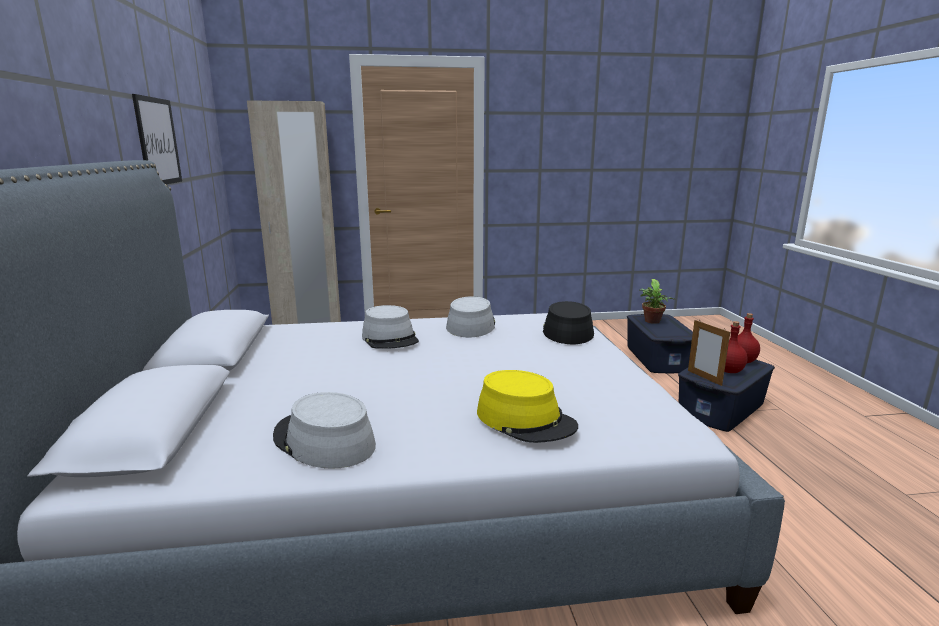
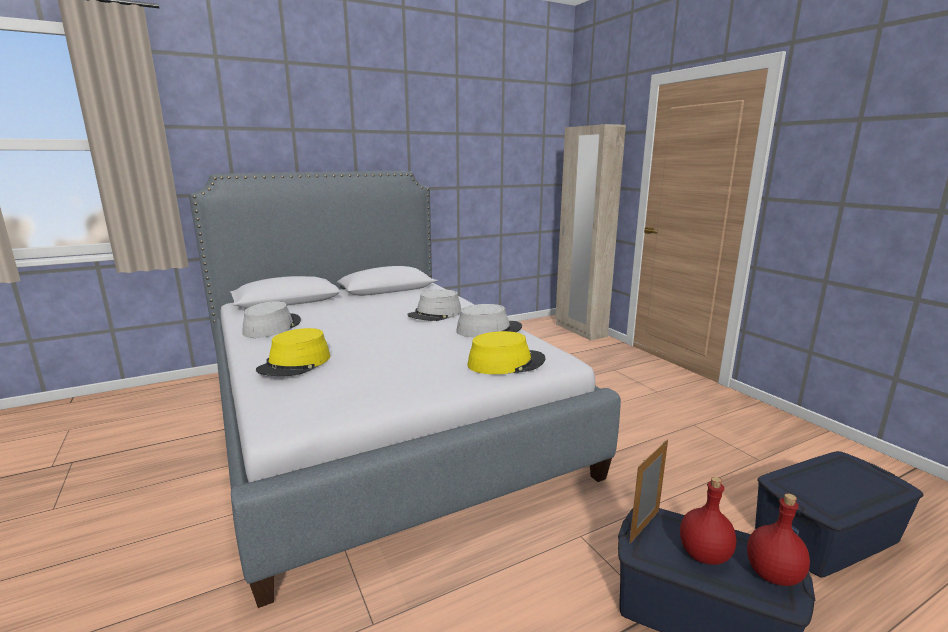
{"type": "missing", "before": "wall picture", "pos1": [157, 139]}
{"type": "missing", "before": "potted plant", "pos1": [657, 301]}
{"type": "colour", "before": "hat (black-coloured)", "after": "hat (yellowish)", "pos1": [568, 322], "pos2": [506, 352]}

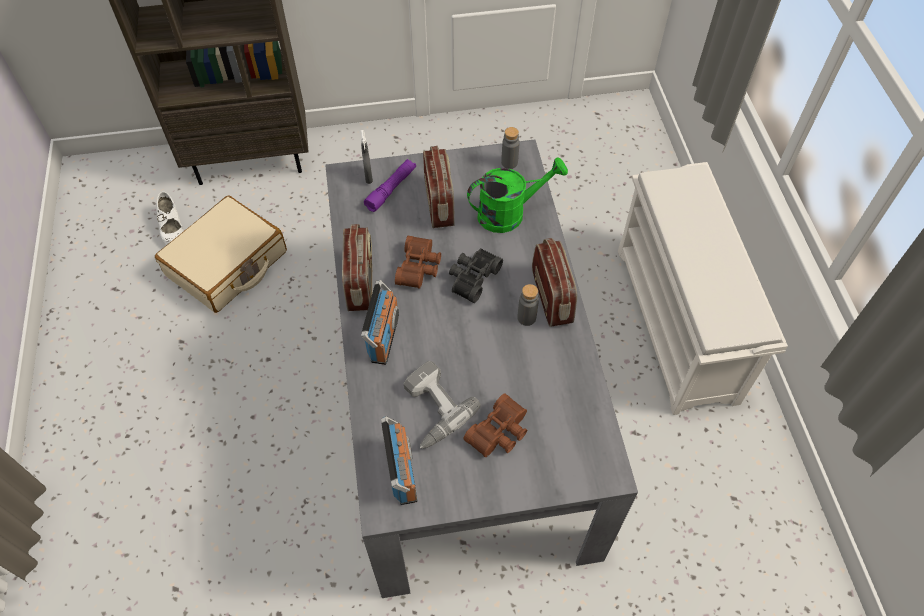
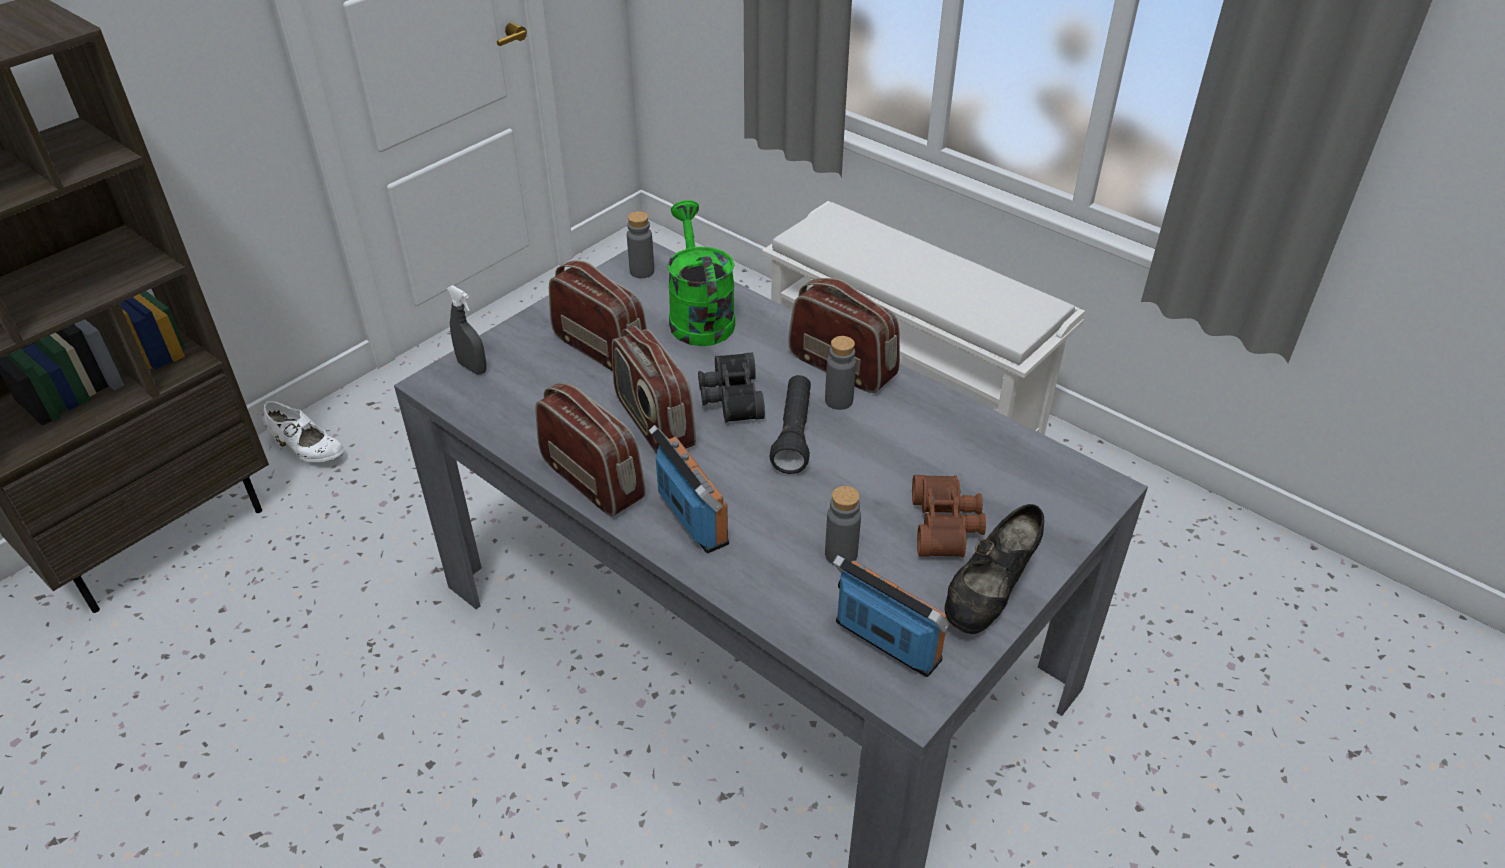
{"type": "spun", "before": "watering pot (greenish)", "pos1": [517, 195], "pos2": [701, 273], "turn": -45}
{"type": "missing", "before": "flashlight (purple)", "pos1": [390, 185]}
{"type": "relocated", "before": "low shoe (white)", "pos1": [170, 218], "pos2": [303, 431]}
{"type": "missing", "before": "travel case (beige-coloured)", "pos1": [221, 254]}
{"type": "exchanged", "before": "field glasses (brown)", "after": "radio receiver", "pos1": [418, 262], "pos2": [654, 390]}
{"type": "exchanged", "before": "electric drill", "after": "drink bottle (greyish)", "pos1": [442, 405], "pos2": [843, 525]}
{"type": "appeared", "after": "flashlight (black-coloured)", "pos2": [790, 424]}
{"type": "appeared", "after": "low shoe (black-coloured)", "pos2": [994, 569]}

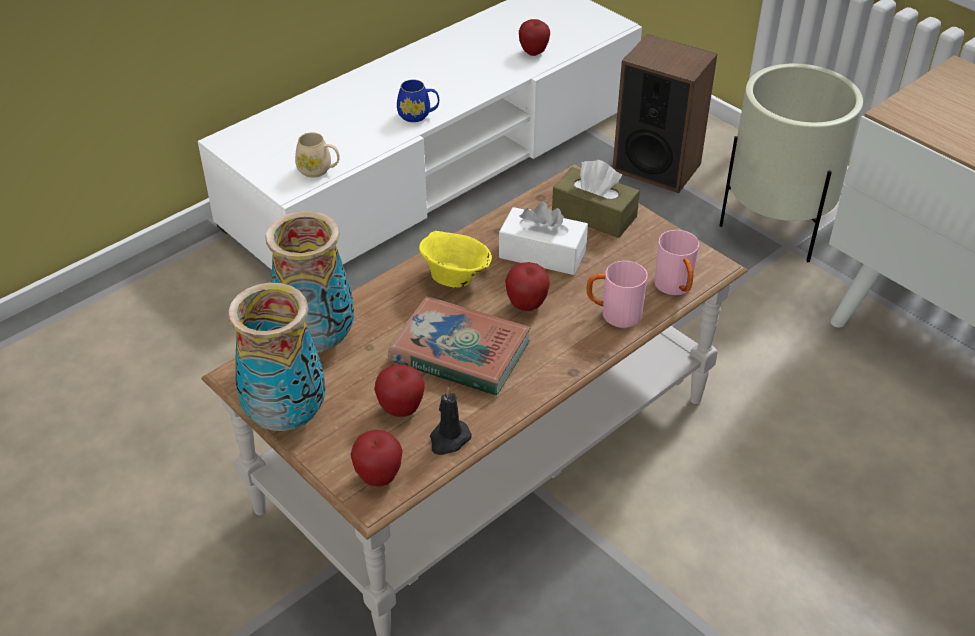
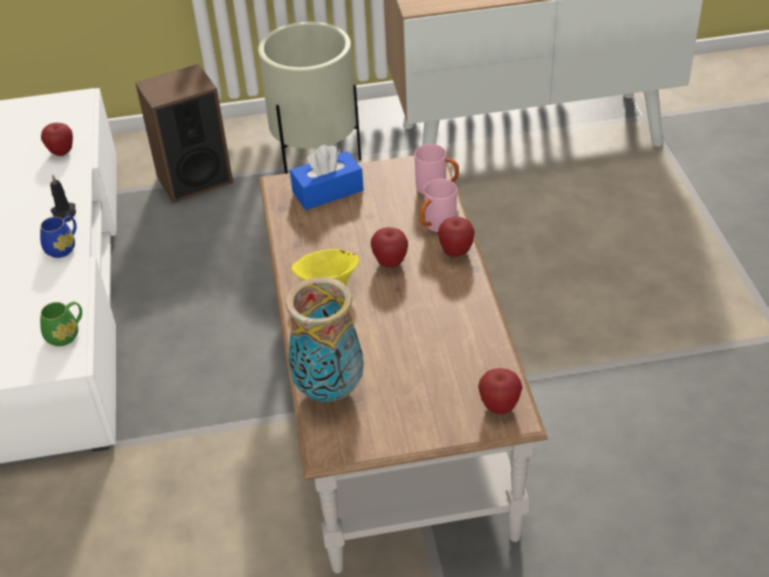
{"type": "colour", "before": "tea mug (beige-coloured)", "after": "tea mug (greenish)", "pos1": [317, 155], "pos2": [61, 324]}
{"type": "colour", "before": "tissue holder (brown)", "after": "tissue holder (bluish)", "pos1": [596, 199], "pos2": [327, 177]}
{"type": "missing", "before": "tissue holder (white)", "pos1": [543, 238]}
{"type": "missing", "before": "decorative vase", "pos1": [277, 357]}
{"type": "missing", "before": "bound book", "pos1": [459, 346]}
{"type": "relocated", "before": "apple", "pos1": [399, 390], "pos2": [456, 237]}
{"type": "relocated", "before": "candle (black-coloured)", "pos1": [451, 420], "pos2": [63, 198]}

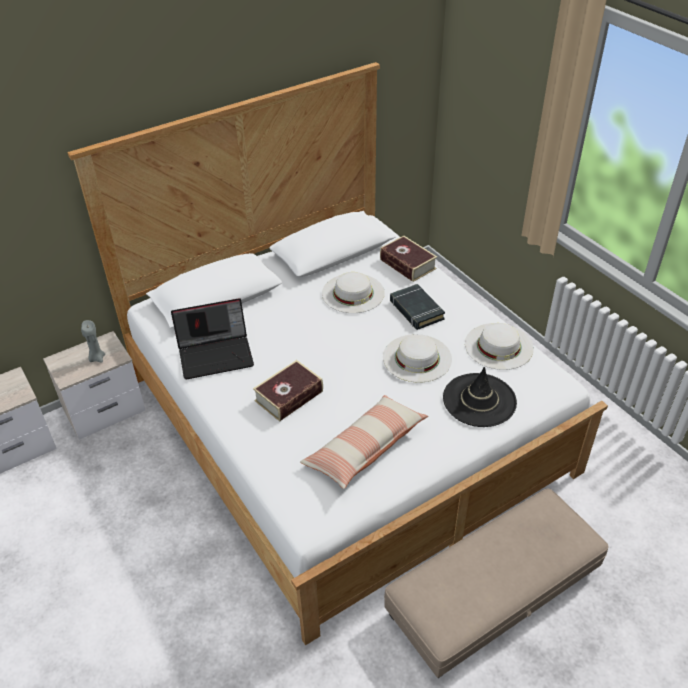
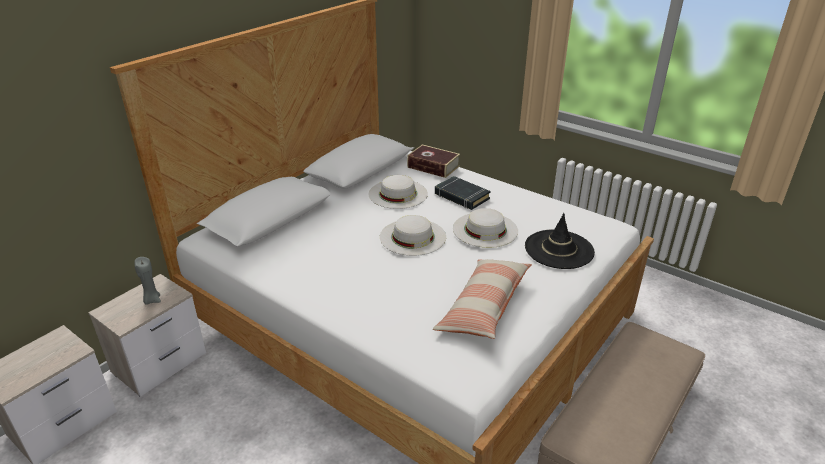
{"type": "missing", "before": "notebook computer", "pos1": [212, 338]}
{"type": "relocated", "before": "hat (white)", "pos1": [499, 346], "pos2": [413, 235]}
{"type": "missing", "before": "bound book", "pos1": [288, 391]}

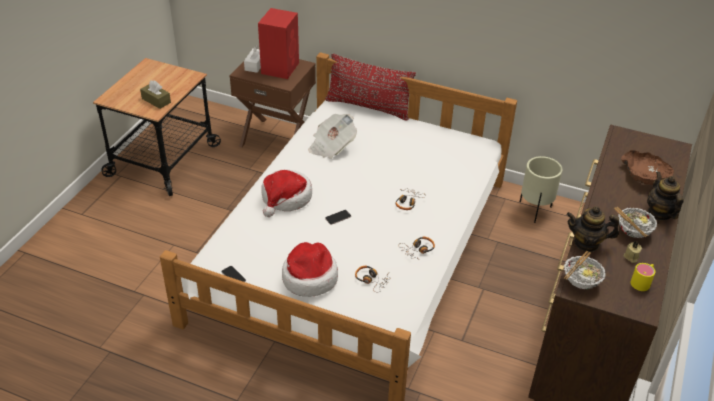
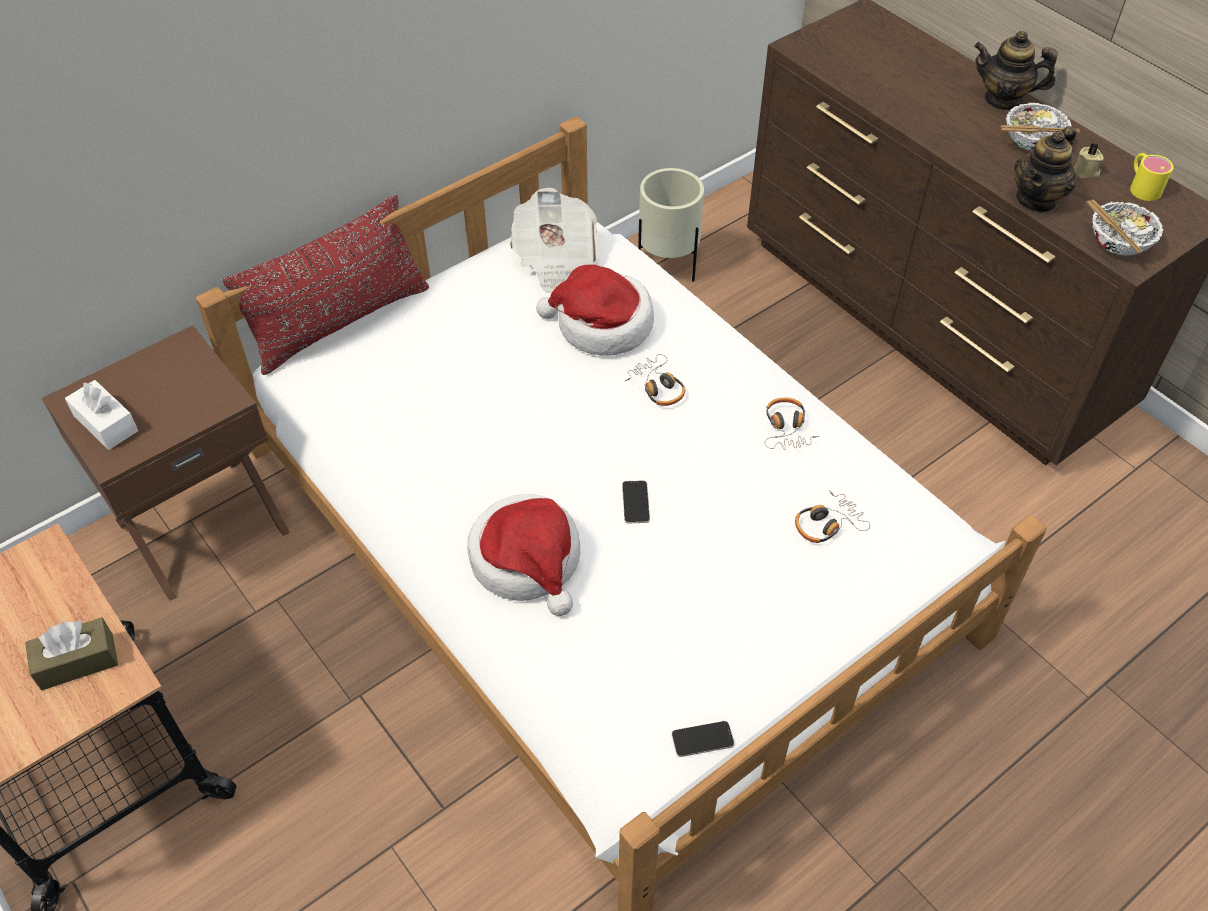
{"type": "missing", "before": "audio speaker (red)", "pos1": [278, 43]}
{"type": "relocated", "before": "newspaper", "pos1": [332, 136], "pos2": [553, 240]}
{"type": "missing", "before": "serving bowl (brown)", "pos1": [647, 167]}
{"type": "relocated", "before": "hat", "pos1": [310, 269], "pos2": [595, 310]}

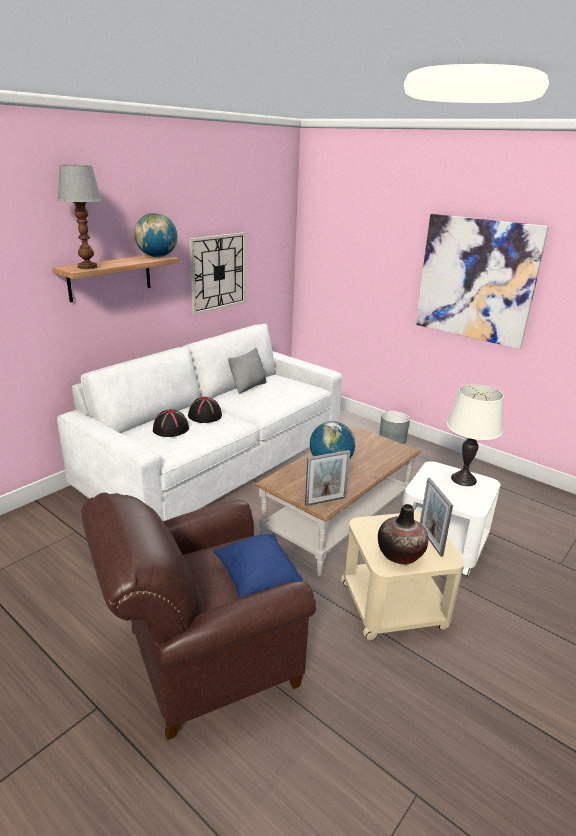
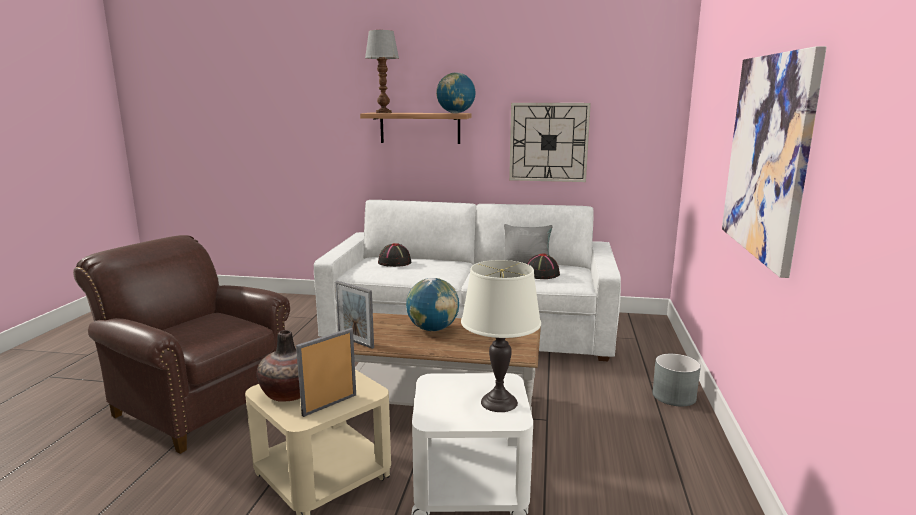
{"type": "relocated", "before": "hat (black-coloured)", "pos1": [205, 410], "pos2": [543, 266]}
{"type": "missing", "before": "pillow (bluish)", "pos1": [258, 566]}

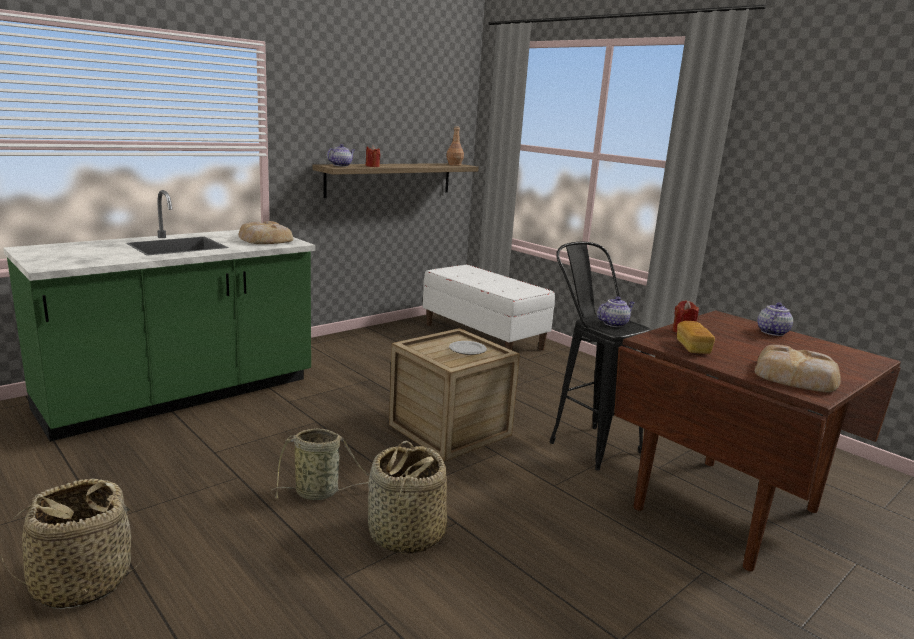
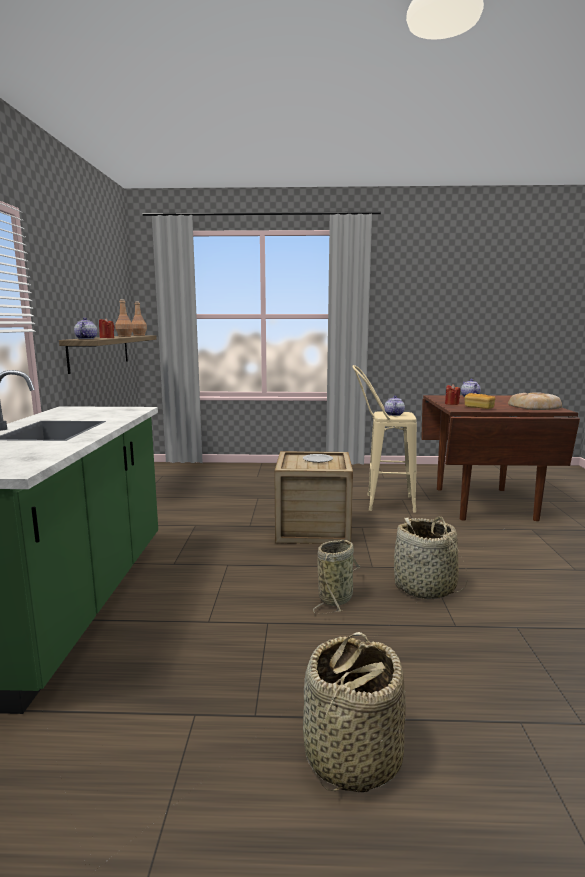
{"type": "missing", "before": "bread", "pos1": [266, 232]}
{"type": "colour", "before": "sitting stool (black-coloured)", "after": "sitting stool (beige-coloured)", "pos1": [600, 356], "pos2": [384, 439]}
{"type": "missing", "before": "bench (white)", "pos1": [489, 307]}
{"type": "appeared", "after": "drink bottle (brown)", "pos2": [124, 318]}

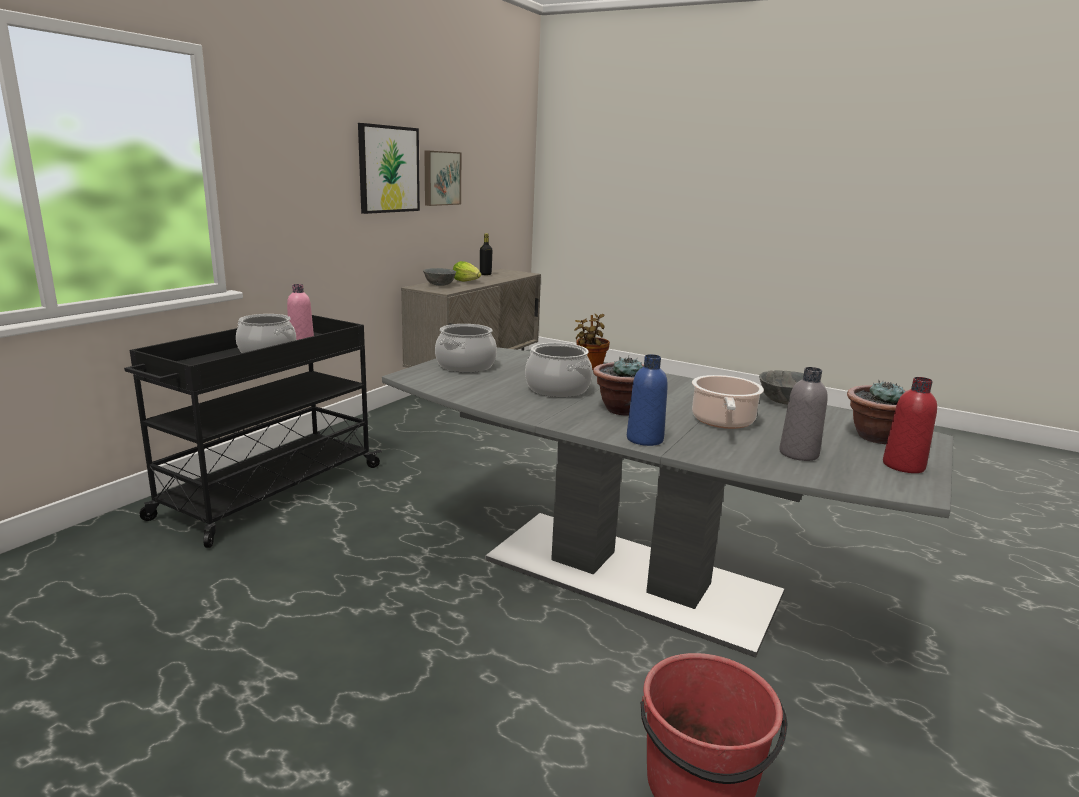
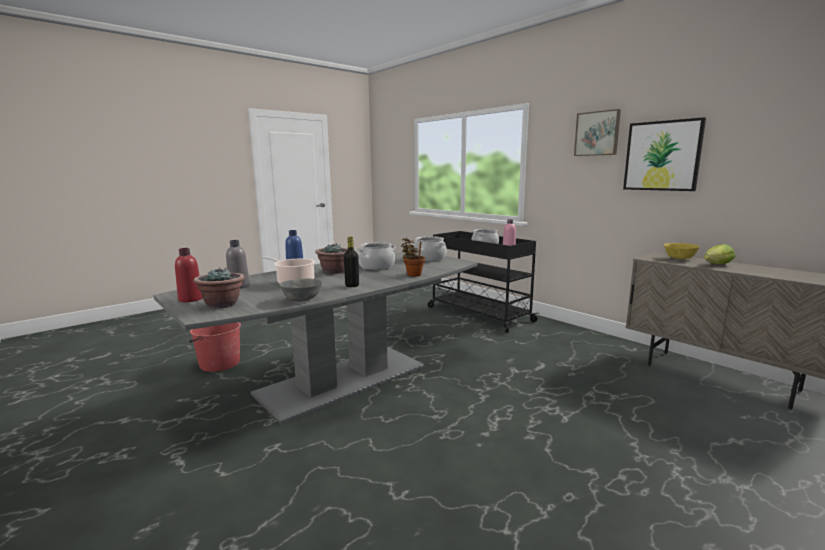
{"type": "relocated", "before": "wall picture", "pos1": [442, 178], "pos2": [597, 132]}
{"type": "relocated", "before": "drink bottle (black-coloured)", "pos1": [486, 254], "pos2": [351, 261]}
{"type": "colour", "before": "serving bowl (greyish)", "after": "serving bowl (yellowish)", "pos1": [439, 277], "pos2": [682, 251]}

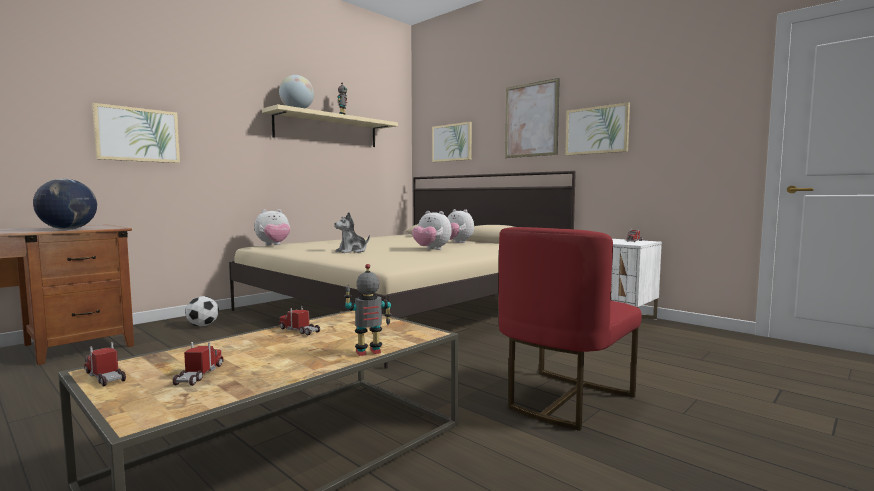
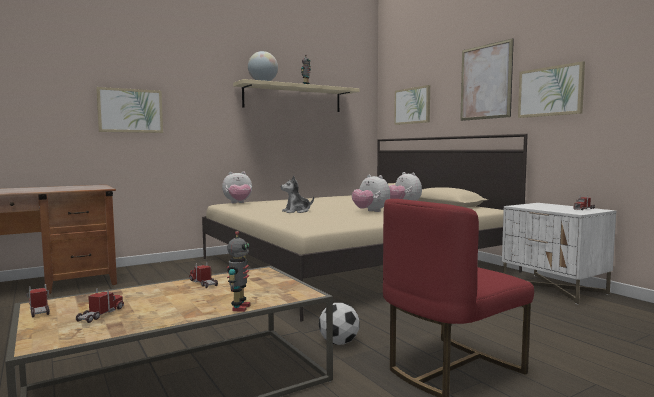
{"type": "missing", "before": "globe", "pos1": [65, 204]}
{"type": "spun", "before": "toy robot", "pos1": [368, 310], "pos2": [238, 271], "turn": 105}
{"type": "relocated", "before": "ball for football", "pos1": [202, 311], "pos2": [339, 324]}

